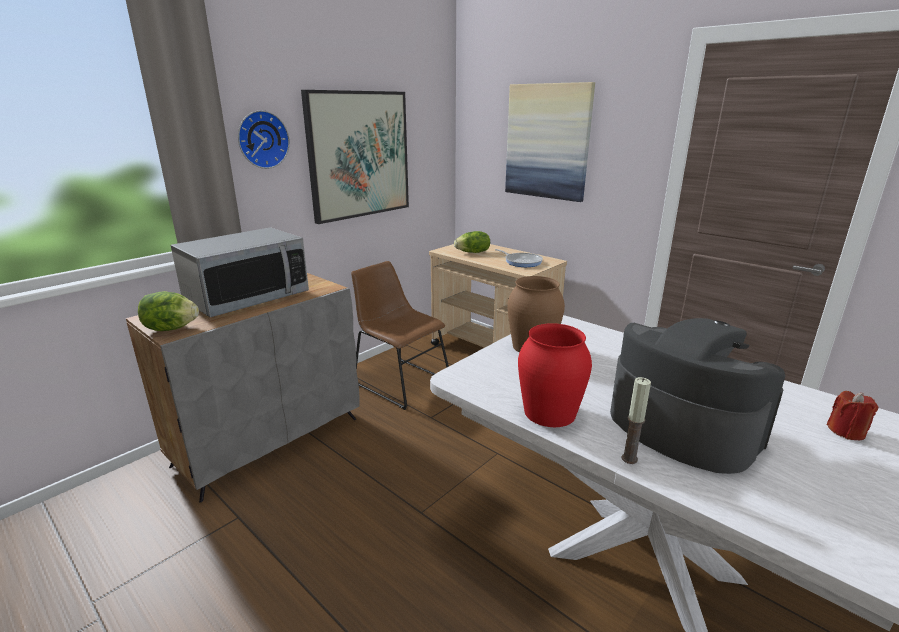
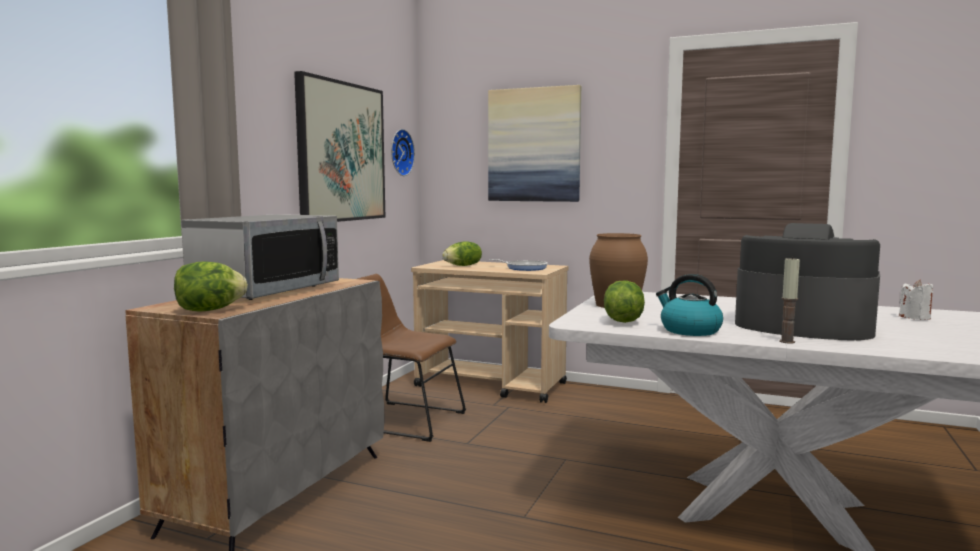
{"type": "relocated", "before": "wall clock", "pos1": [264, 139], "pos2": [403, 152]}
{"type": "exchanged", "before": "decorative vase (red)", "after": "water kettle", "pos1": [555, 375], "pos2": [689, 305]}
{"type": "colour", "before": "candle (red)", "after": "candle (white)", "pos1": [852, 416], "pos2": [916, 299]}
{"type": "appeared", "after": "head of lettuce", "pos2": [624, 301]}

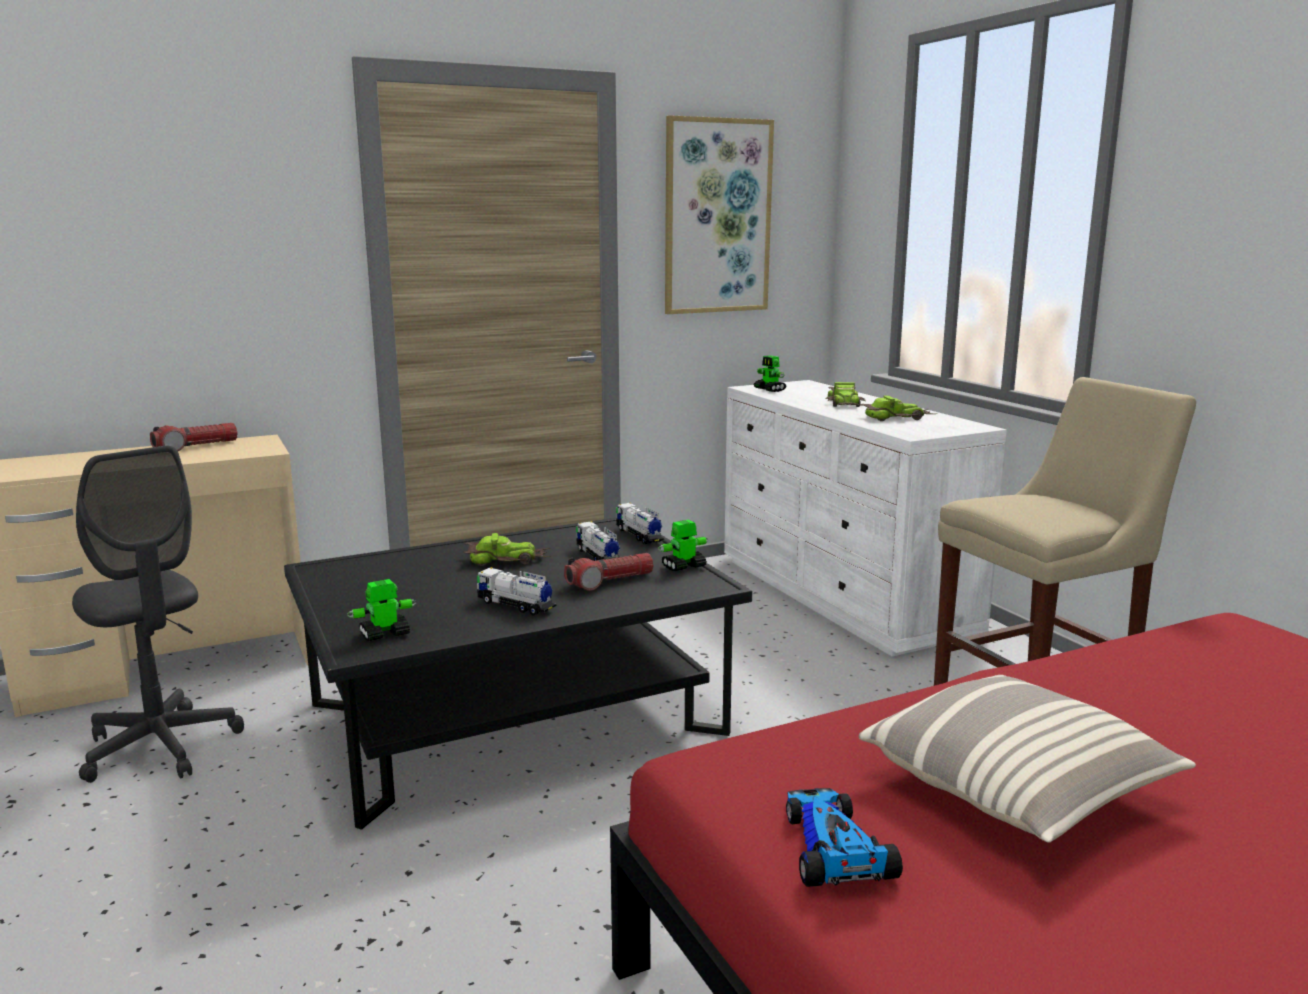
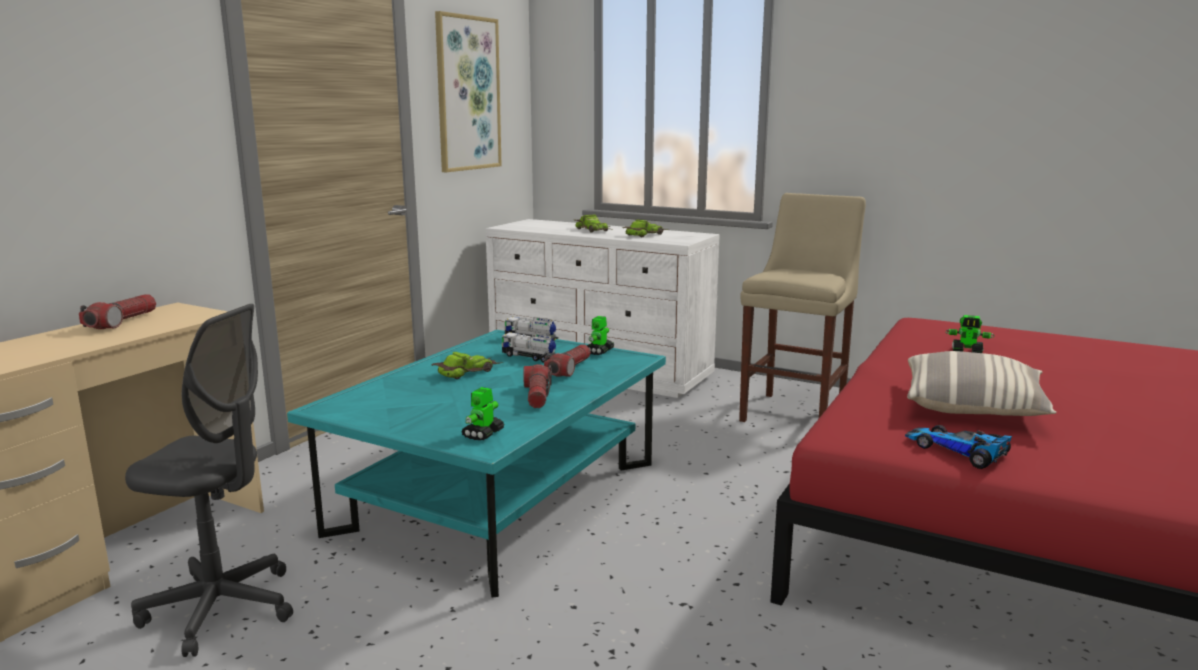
{"type": "relocated", "before": "toy robot", "pos1": [770, 373], "pos2": [970, 334]}
{"type": "colour", "before": "coffee table (black-coloured)", "after": "coffee table (turquoise-coloured)", "pos1": [518, 674], "pos2": [476, 463]}
{"type": "exchanged", "before": "model truck", "after": "flashlight", "pos1": [516, 591], "pos2": [537, 386]}

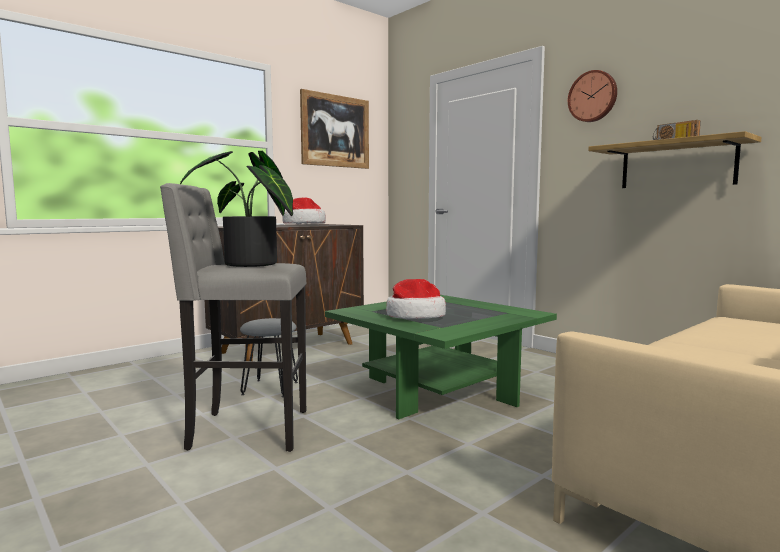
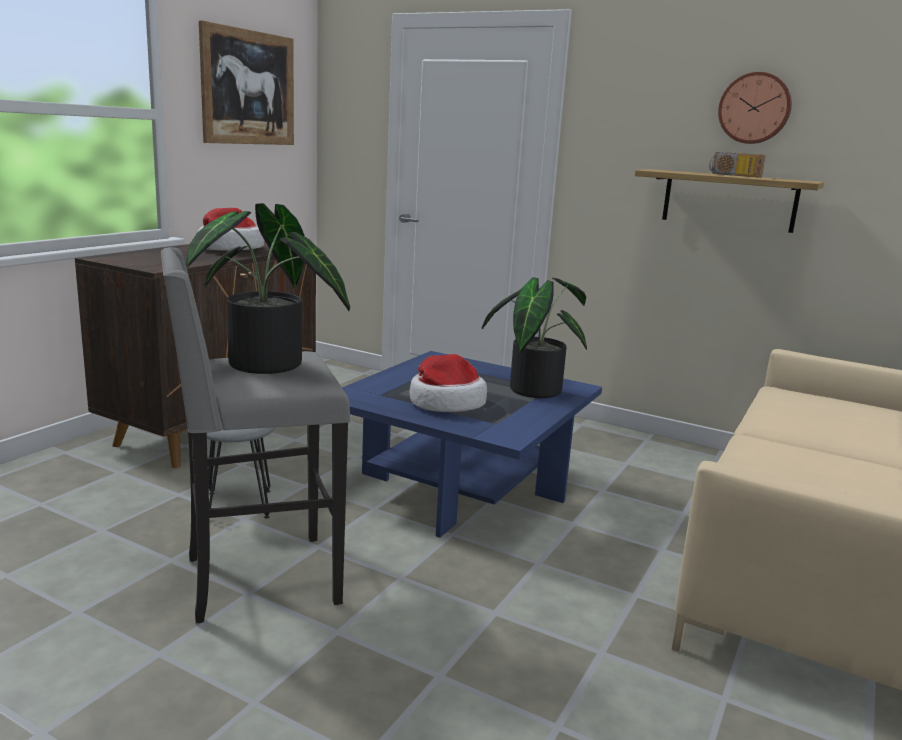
{"type": "relocated", "before": "wall clock", "pos1": [592, 96], "pos2": [755, 108]}
{"type": "colour", "before": "coffee table (greenish)", "after": "coffee table (bluish)", "pos1": [441, 357], "pos2": [472, 444]}
{"type": "appeared", "after": "potted plant", "pos2": [534, 337]}

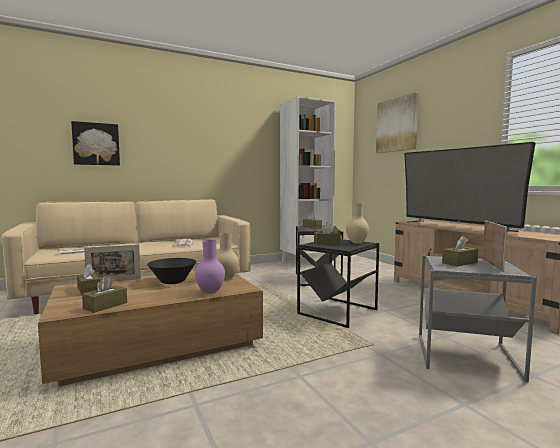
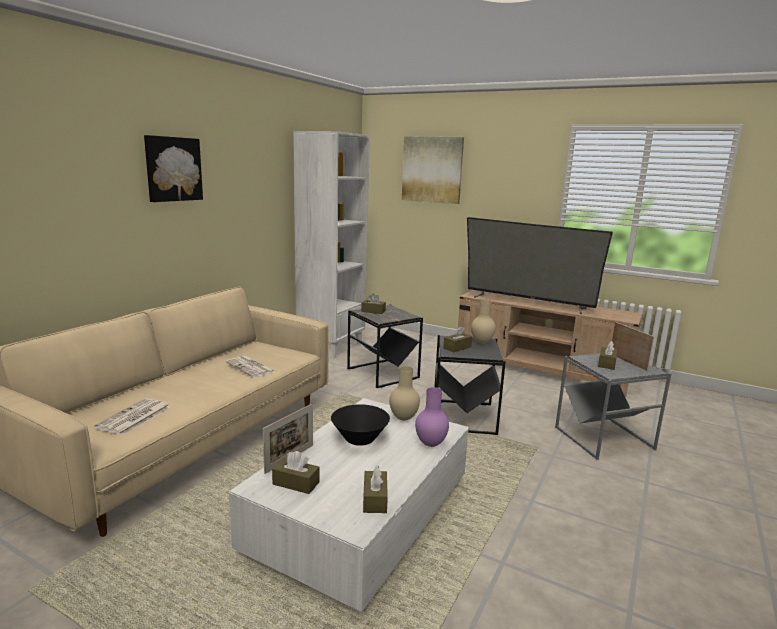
{"type": "relocated", "before": "wall picture", "pos1": [95, 143], "pos2": [173, 168]}
{"type": "colour", "before": "coffee table (brown)", "after": "coffee table (white)", "pos1": [150, 328], "pos2": [349, 505]}

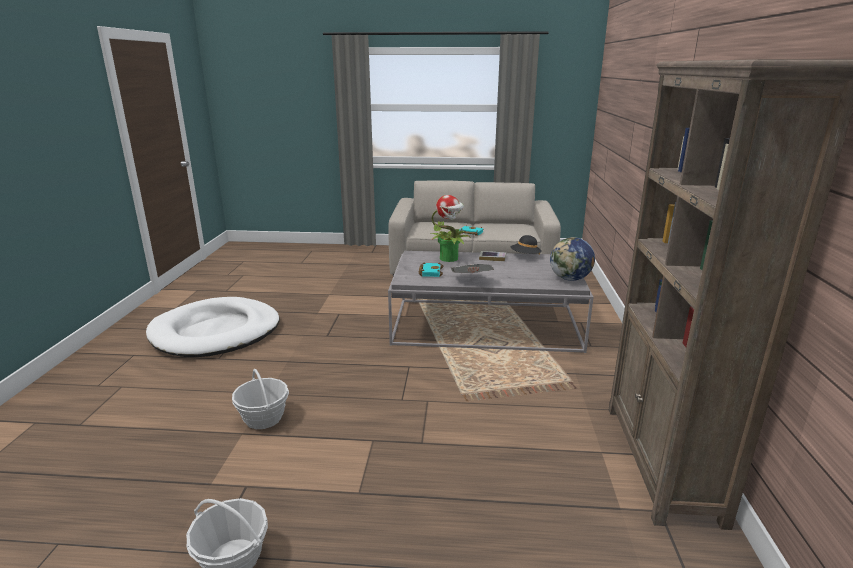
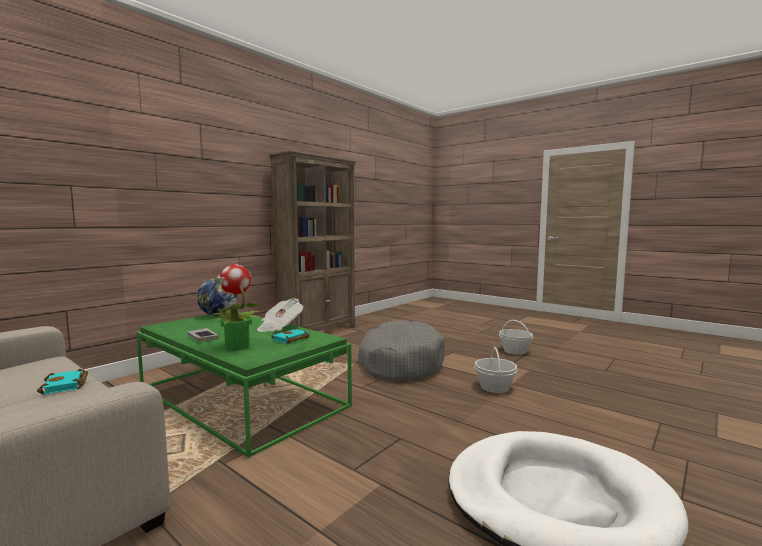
{"type": "missing", "before": "hat (black-coloured)", "pos1": [526, 245]}
{"type": "colour", "before": "coffee table (greyish)", "after": "coffee table (greenish)", "pos1": [491, 302], "pos2": [244, 384]}
{"type": "appeared", "after": "dog bed (greyish)", "pos2": [401, 351]}

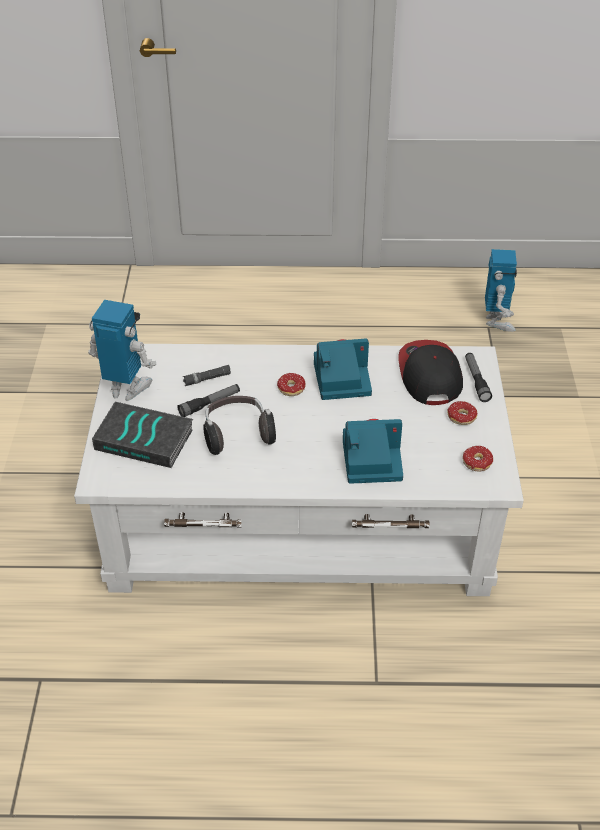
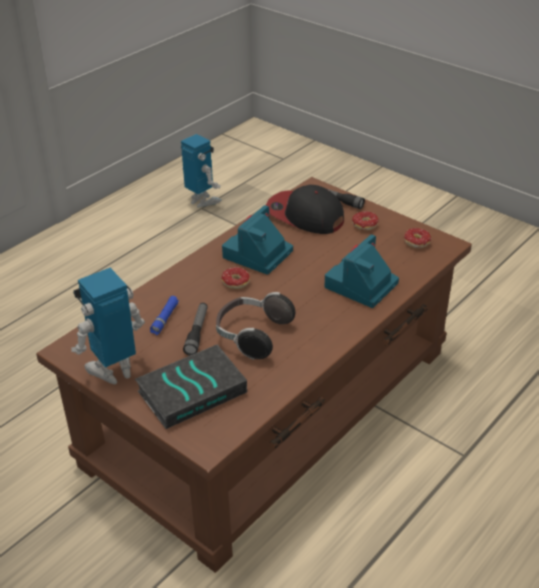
{"type": "colour", "before": "coffee table (white)", "after": "coffee table (brown)", "pos1": [299, 470], "pos2": [254, 375]}
{"type": "colour", "before": "flashlight (black-coloured)", "after": "flashlight (bluish)", "pos1": [207, 375], "pos2": [164, 315]}

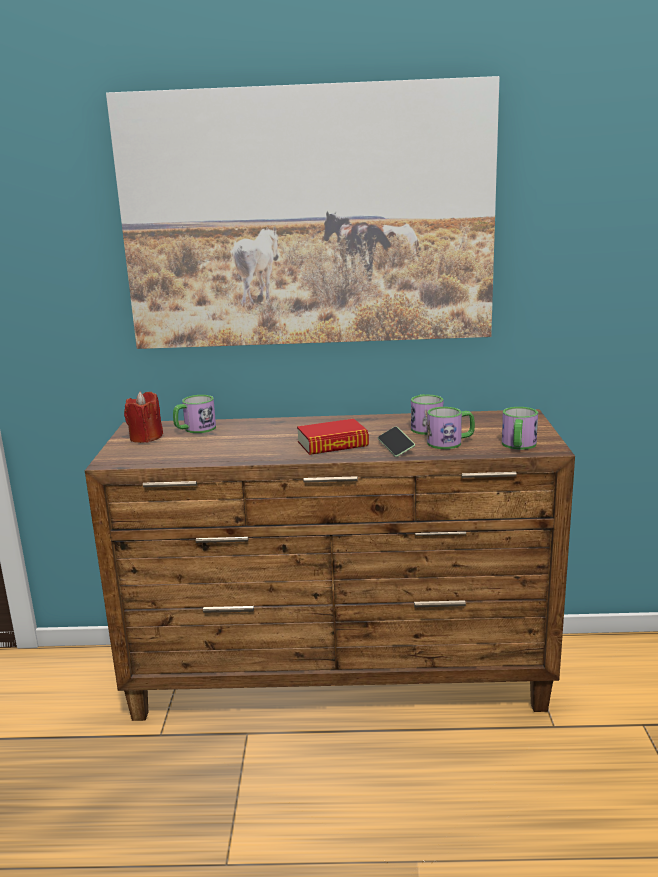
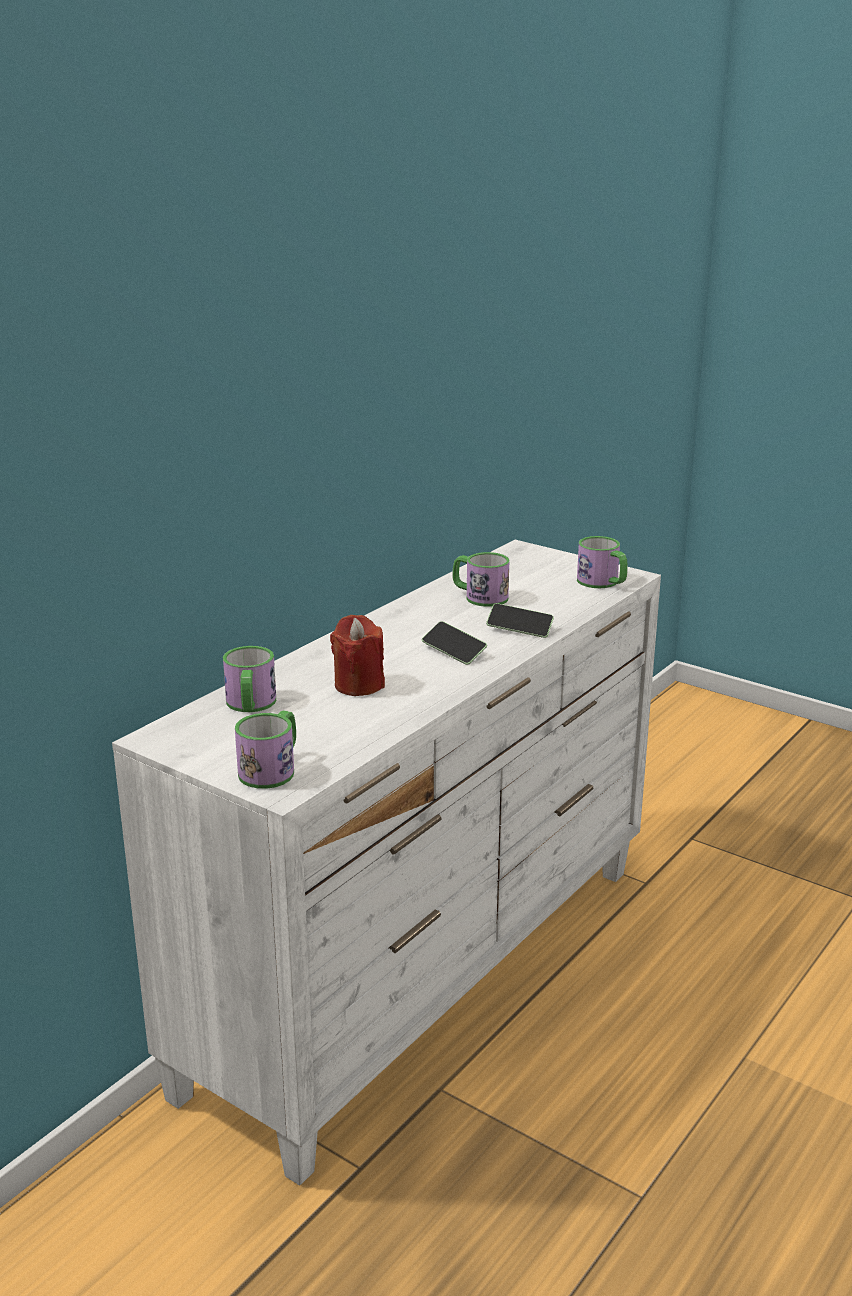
{"type": "missing", "before": "wall picture", "pos1": [303, 212]}
{"type": "relocated", "before": "candle (red)", "pos1": [143, 417], "pos2": [357, 655]}
{"type": "relocated", "before": "tea mug", "pos1": [451, 428], "pos2": [265, 749]}
{"type": "colour", "before": "drawer chest (brown)", "after": "drawer chest (white)", "pos1": [330, 565], "pos2": [386, 862]}
{"type": "exchanged", "before": "bound book", "after": "phone", "pos1": [333, 437], "pos2": [454, 643]}

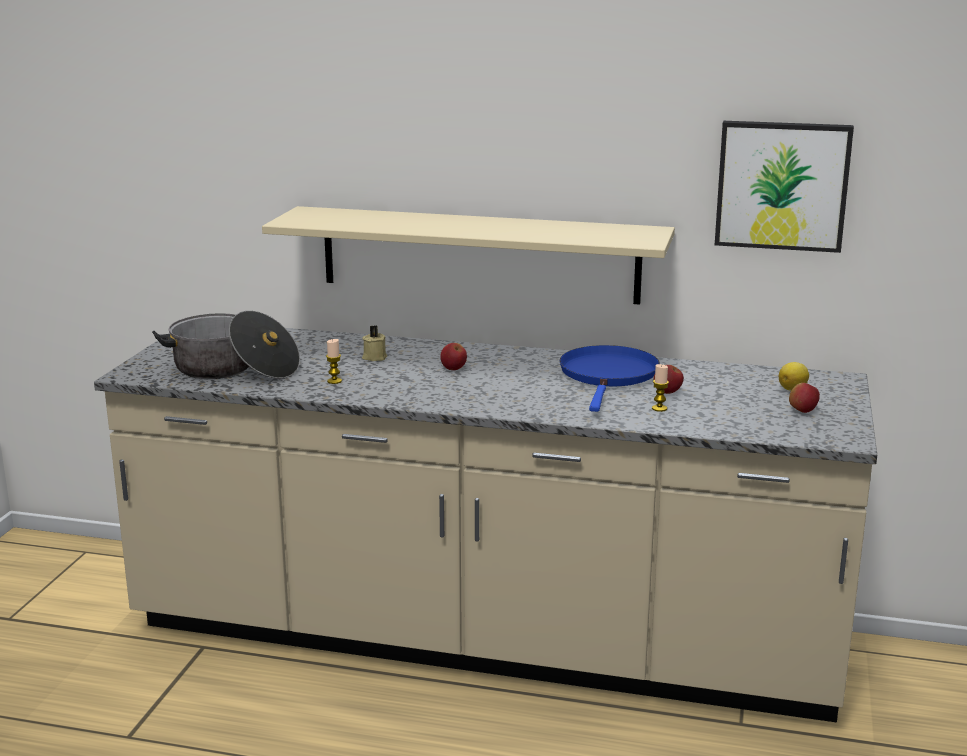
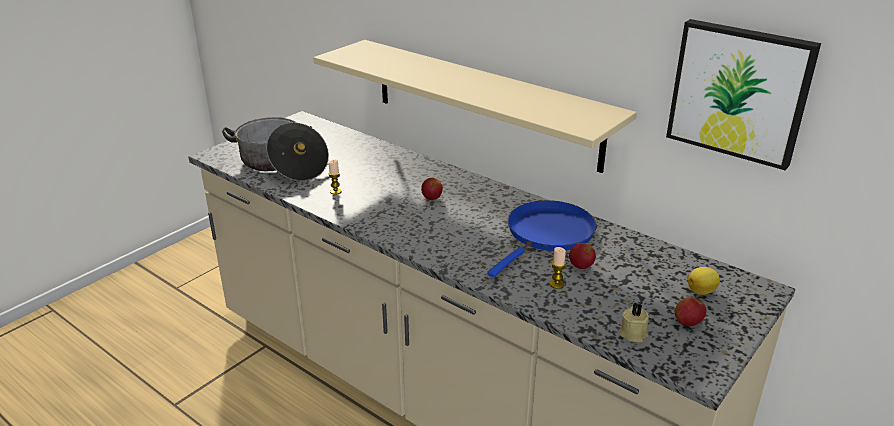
{"type": "relocated", "before": "candle (beige-coloured)", "pos1": [374, 343], "pos2": [633, 322]}

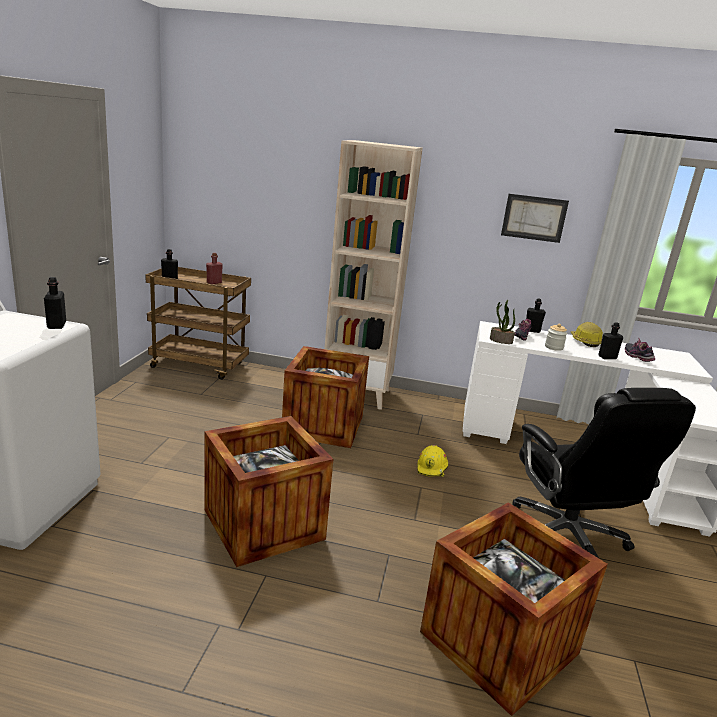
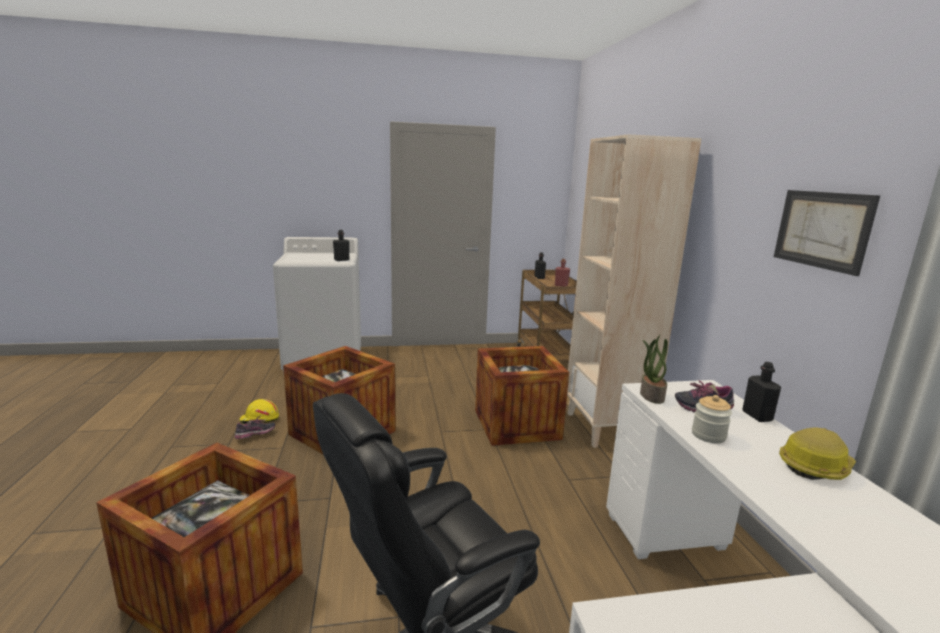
{"type": "missing", "before": "drink bottle (black-coloured)", "pos1": [611, 340]}
{"type": "relocated", "before": "low shoe", "pos1": [640, 349], "pos2": [255, 427]}
{"type": "relocated", "before": "safety helmet (yellowish)", "pos1": [432, 461], "pos2": [259, 411]}

